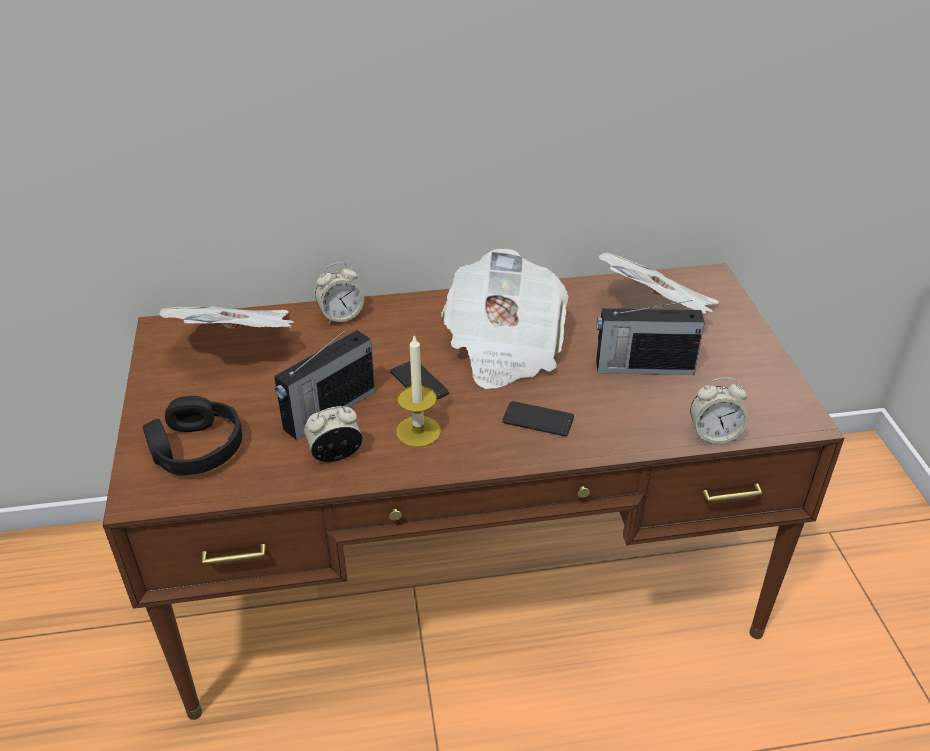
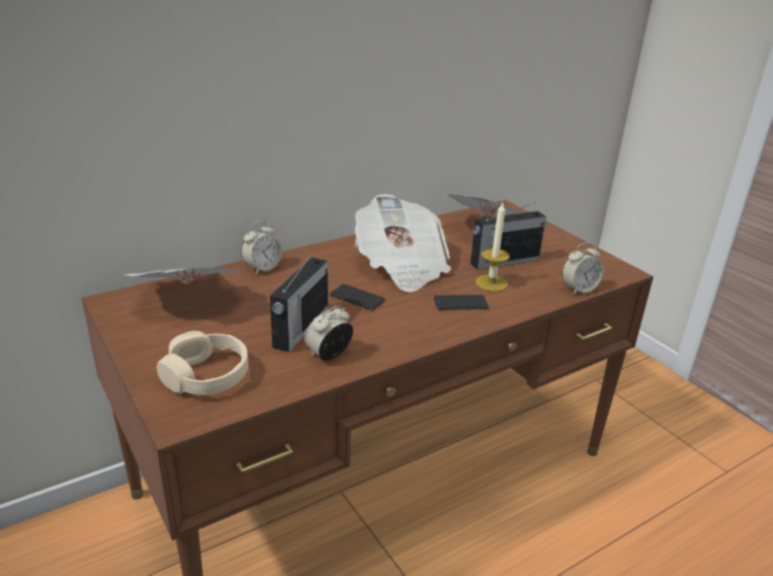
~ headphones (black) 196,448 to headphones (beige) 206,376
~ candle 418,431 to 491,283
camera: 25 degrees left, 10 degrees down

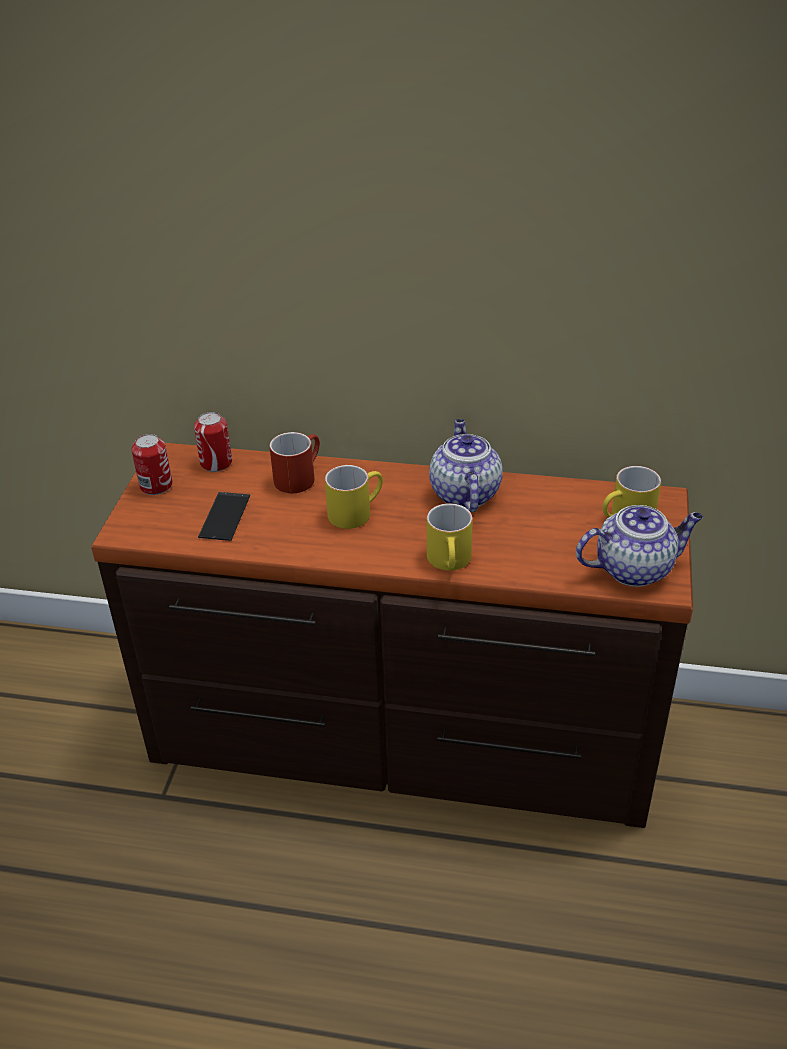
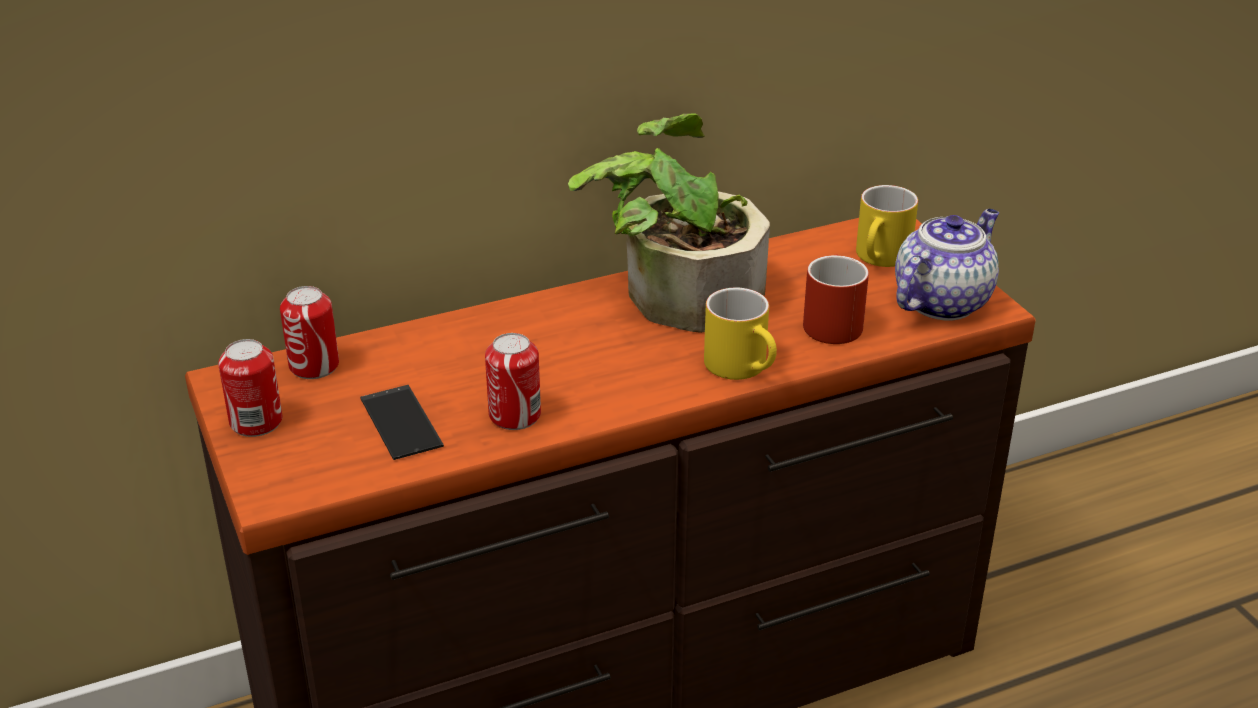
~ mug (red) 299,476 to 830,321
- mug (yellow) 355,511
~ teapot 464,493 to potted plant 676,292
+ can 515,415
camera: 35 degrees left, 5 degrees down

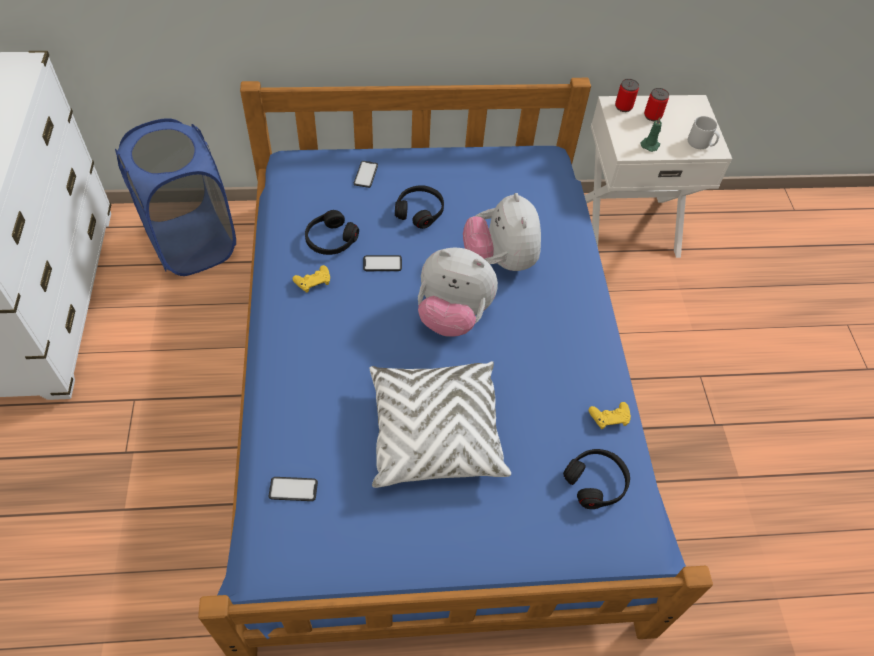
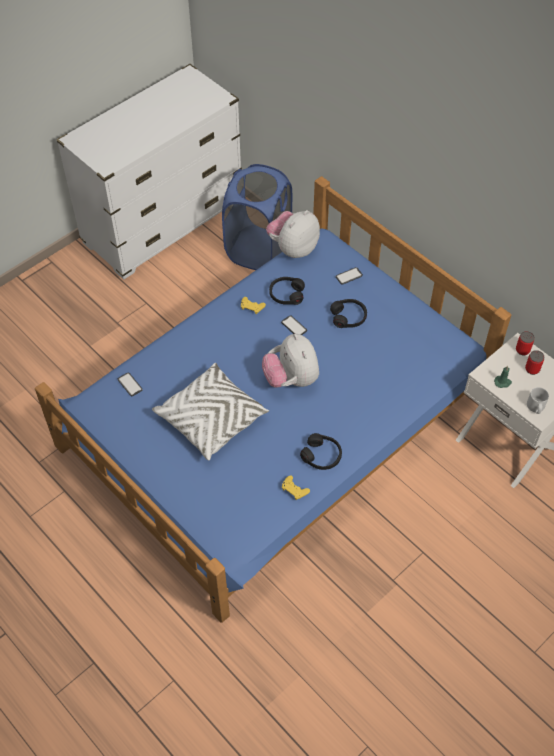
~ plush toy 500,260 to 293,248
~ headphones (black) 596,482 to 321,455
camera: 55 degrees right, 0 degrees up

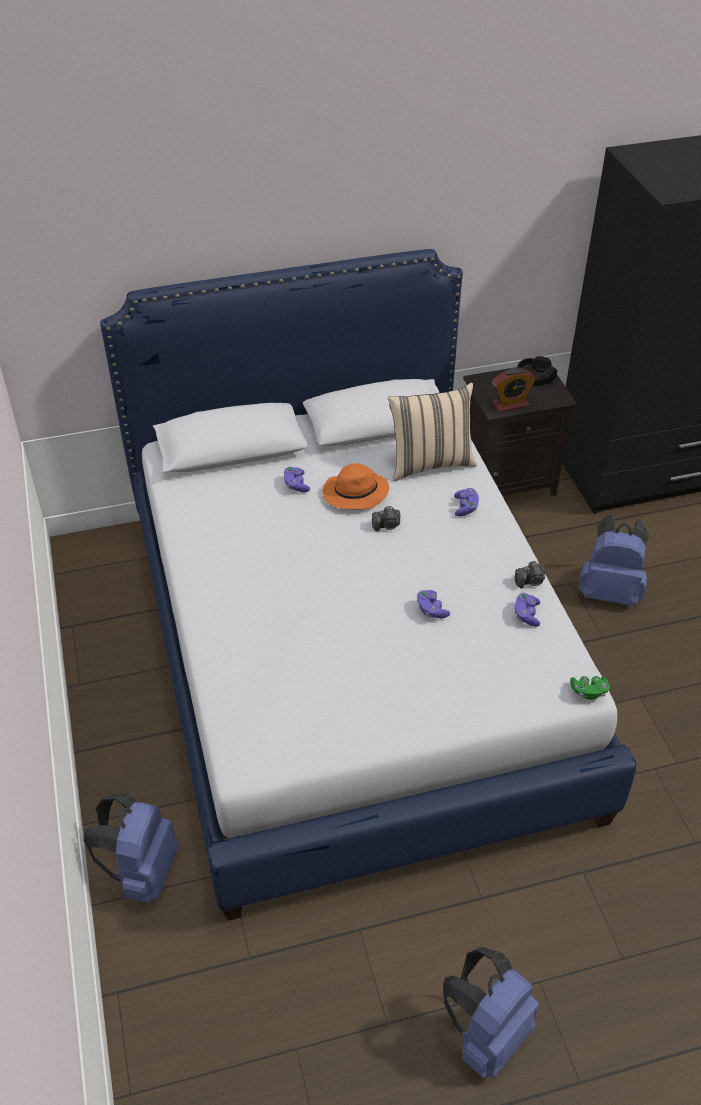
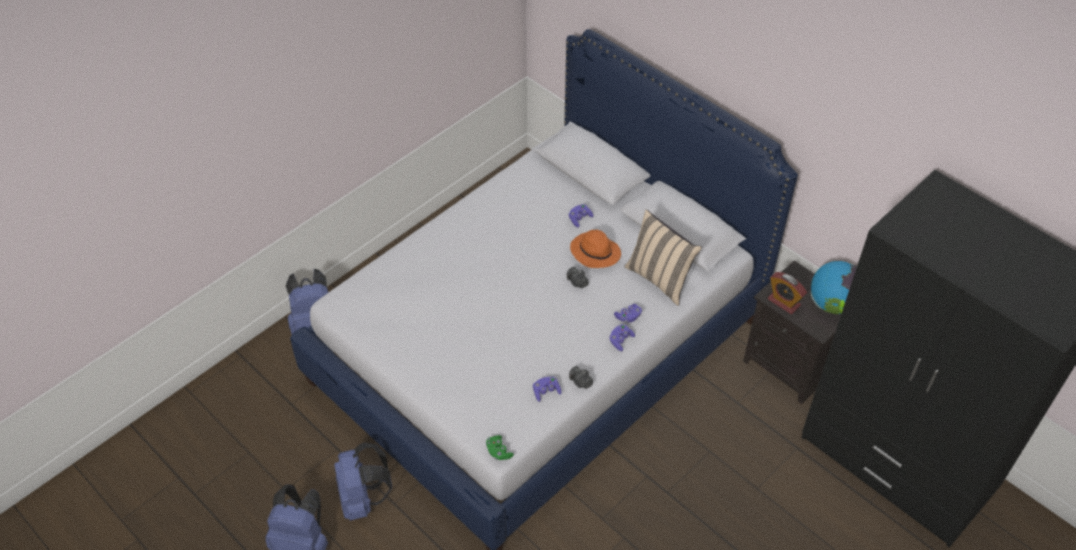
~ game controller (purple) 431,610 to 620,340
~ headphones (black) 535,377 to globe 832,304
~ backpack (blue) 609,591 to 363,499
camera: 60 degrees right, 5 degrees up

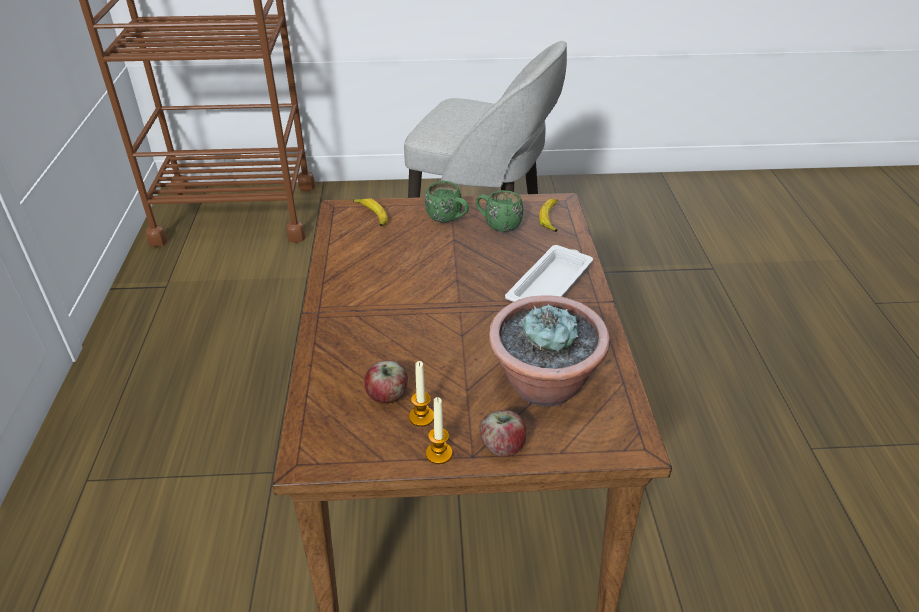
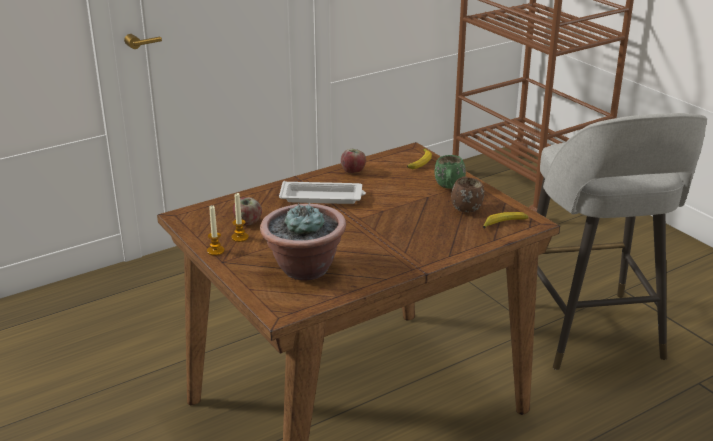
~ mug (green) 497,226 to mug (brown) 465,207
~ apple 502,446 to 353,171
~ tray (white) 550,284 to 323,197
camera: 60 degrees right, 10 degrees down

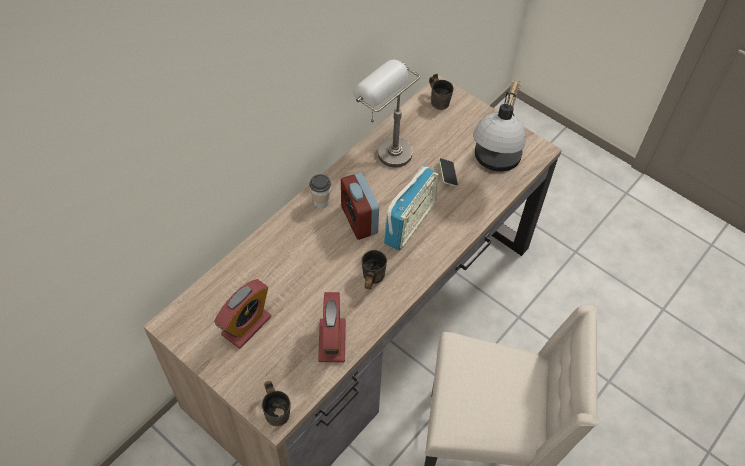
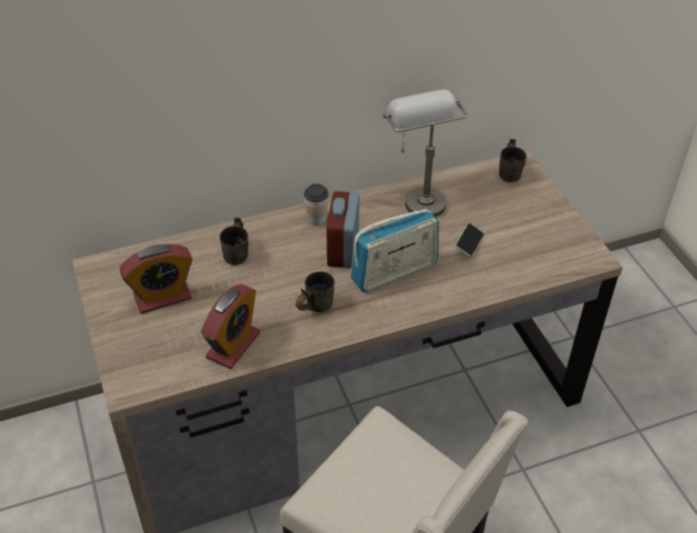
~ mug (grey) 278,409 to 240,254
- table lamp 495,163
camera: 30 degrees right, 10 degrees down

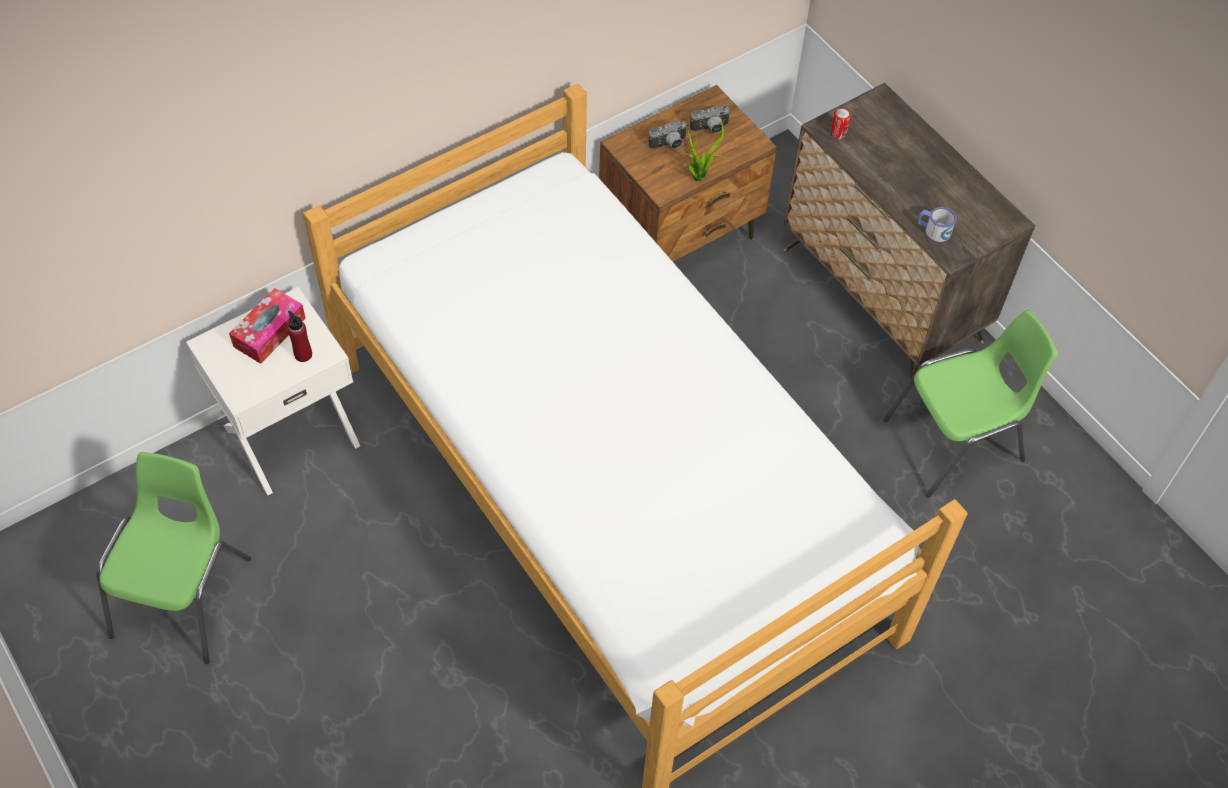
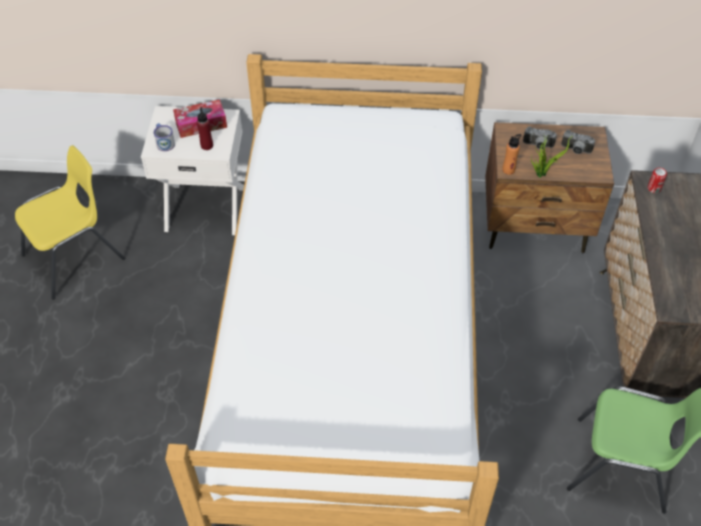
~ chair (green) 185,596 to chair (yellow) 76,257
~ mug 933,231 to 164,142
+ bottle (orange) 508,170
camera: 40 degrees right, 5 degrees down

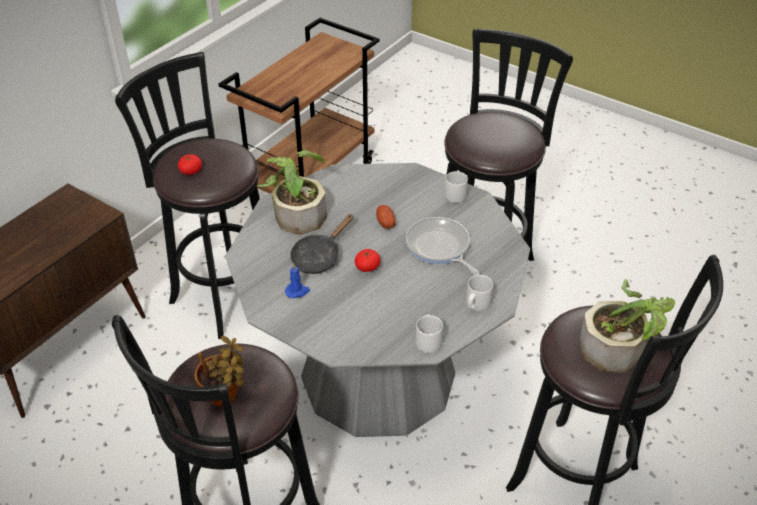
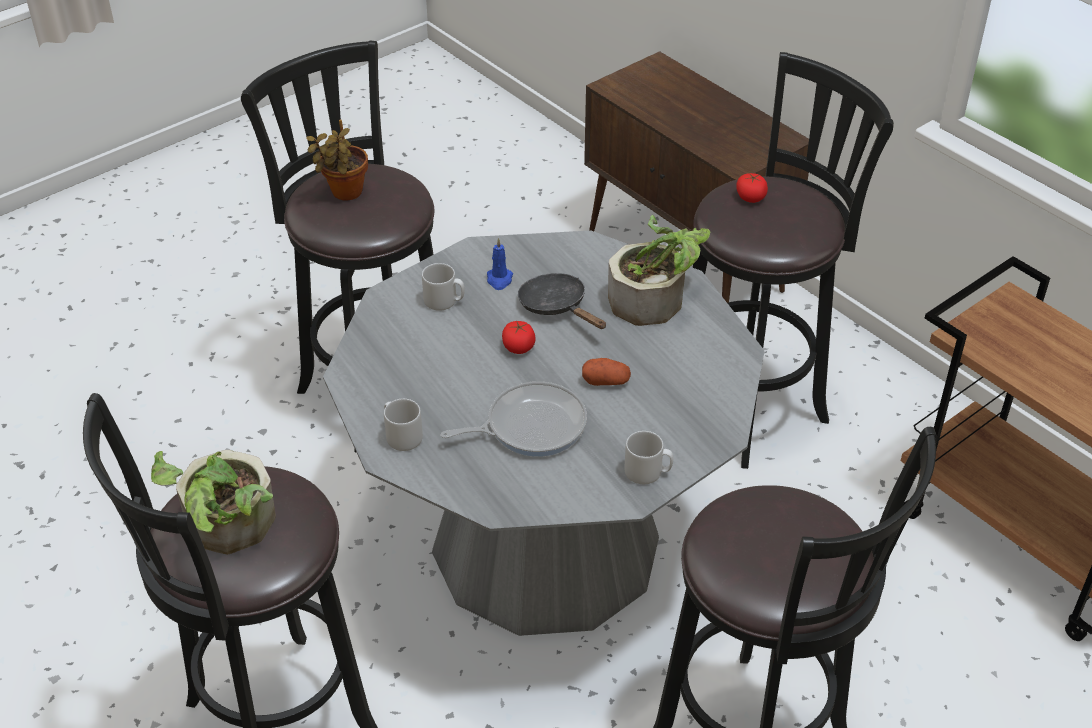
~ mug (grey) 428,341 to 444,301
camera: 105 degrees right, 0 degrees up

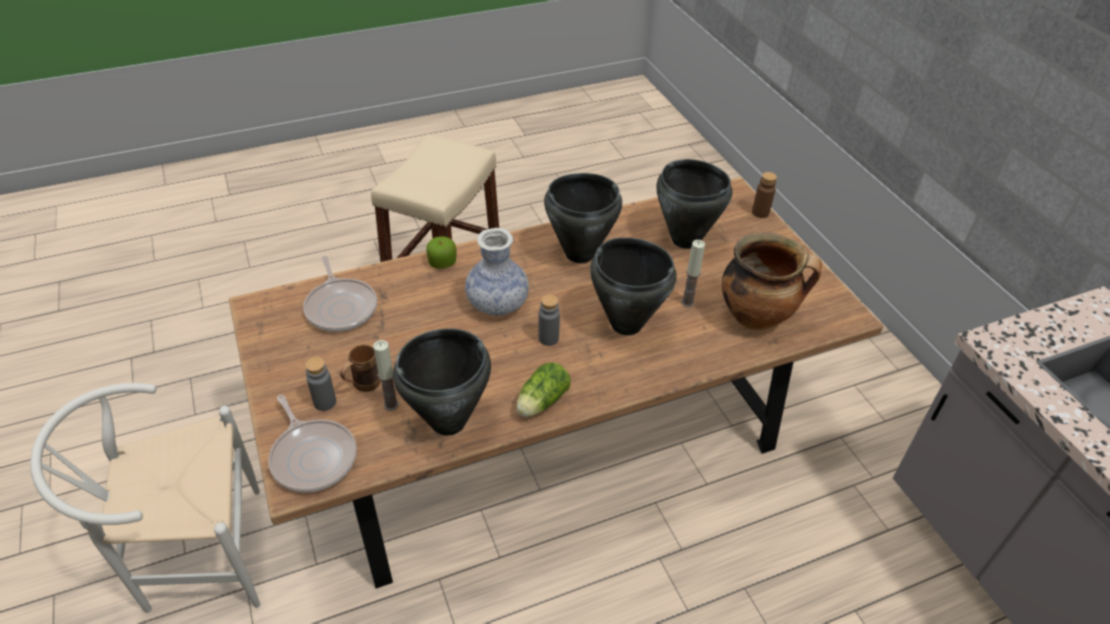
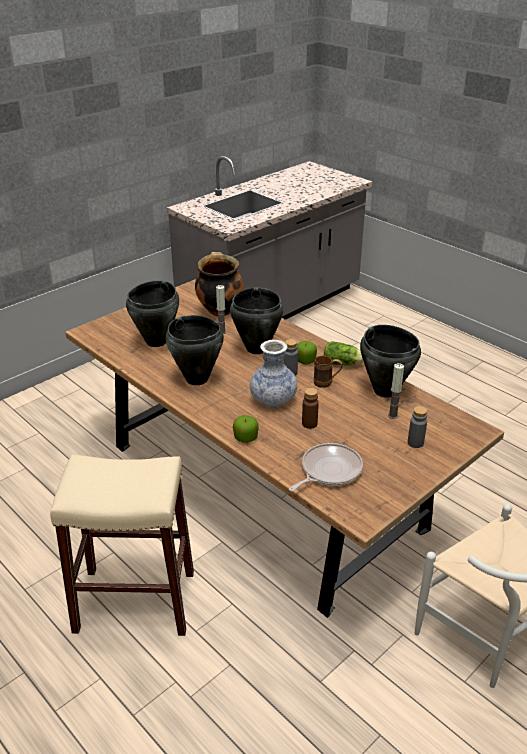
- frying pan 313,456
~ mug (brown) 362,386 to 327,383
~ bottle (brown) 760,212 to 309,424
+ apple 305,361
camera: 110 degrees left, 10 degrees down

